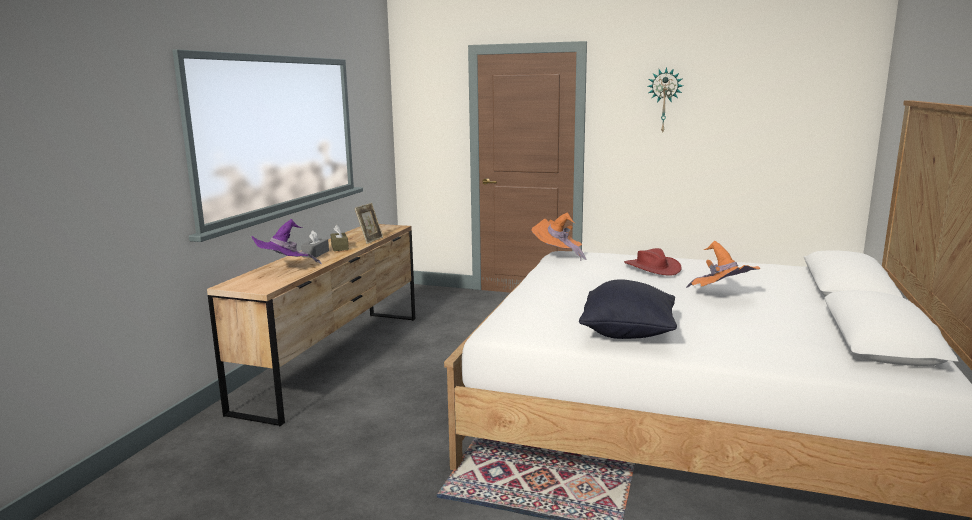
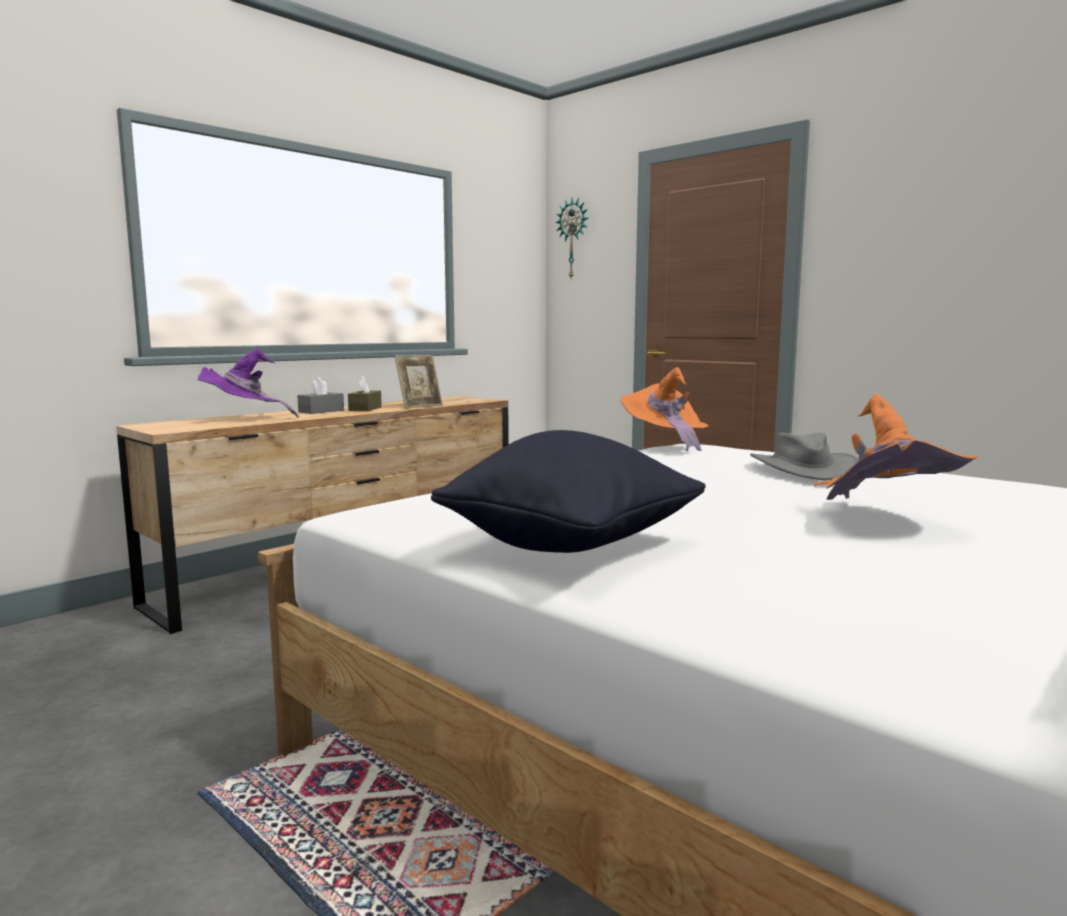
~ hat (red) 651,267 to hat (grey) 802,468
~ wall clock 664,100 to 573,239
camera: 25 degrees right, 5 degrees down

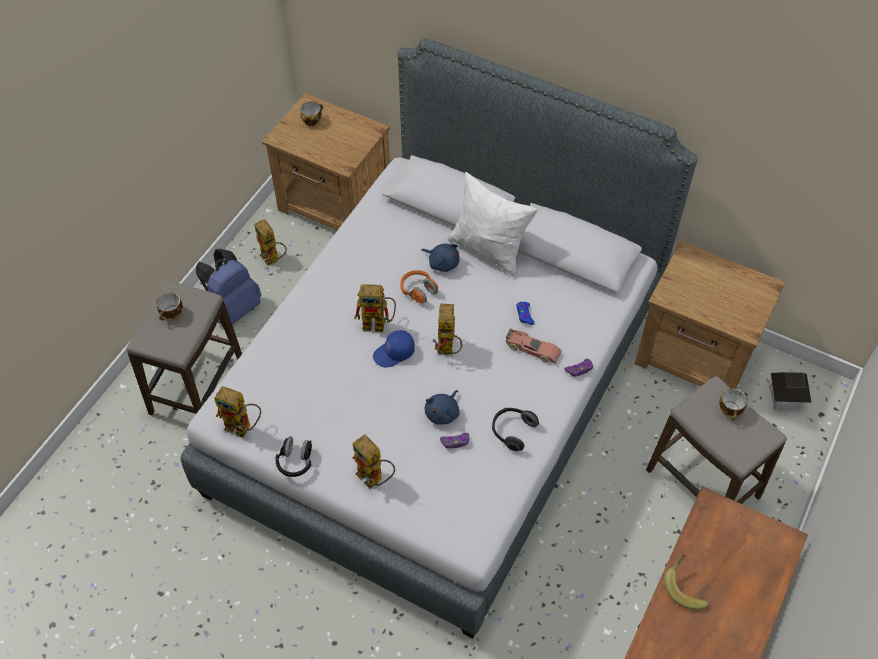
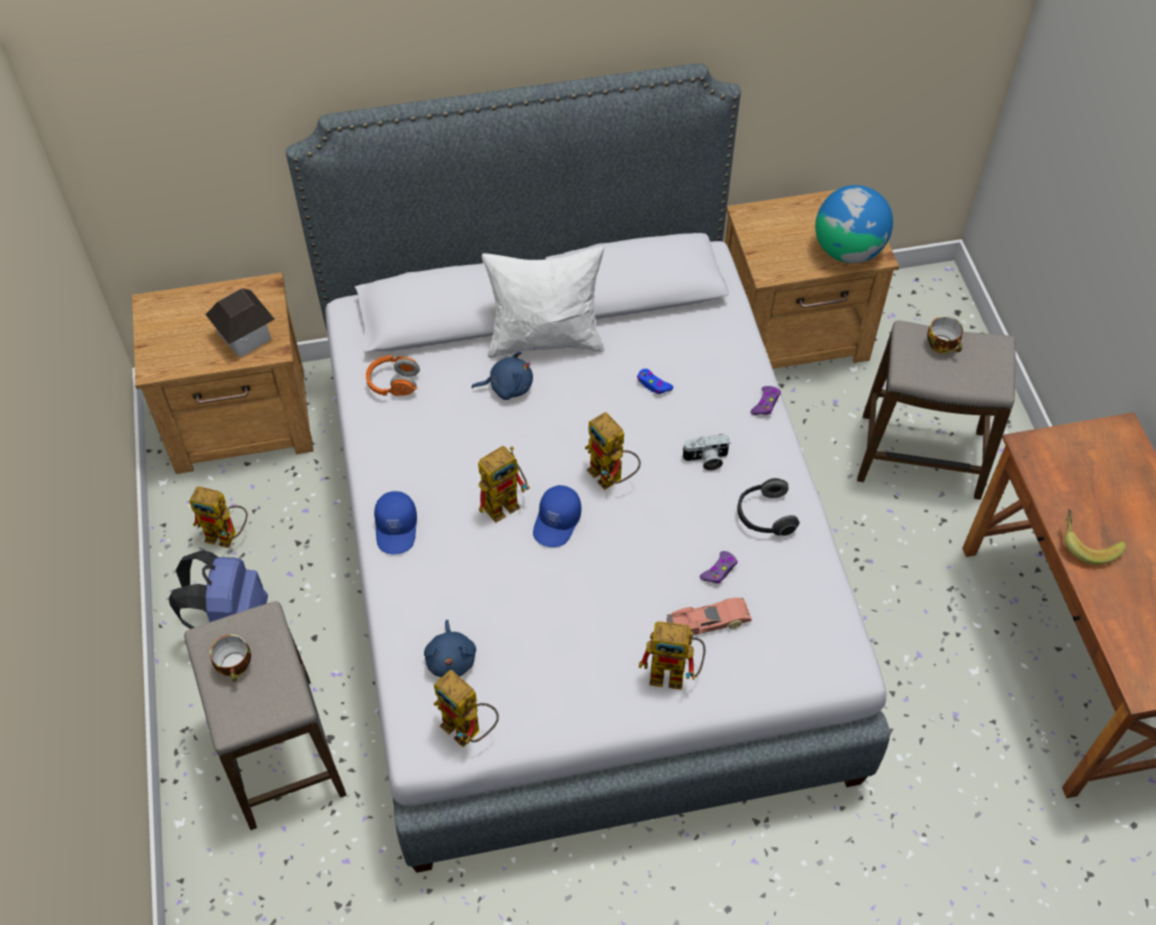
~ toy robot 243,427 = 469,731 60 degrees clockwise
- headphones (black) 295,461
- cup 312,120
~ headphones (orange) 418,291 to 394,384
~ plush toy (blue) 443,413 to 451,659
~ toy car 532,349 to 707,622
~ toy house 785,398 to 245,336
+ cap (blue) 397,528
+ photo camera 706,460
+ globe 848,250
camera: 40 degrees left, 0 degrees up

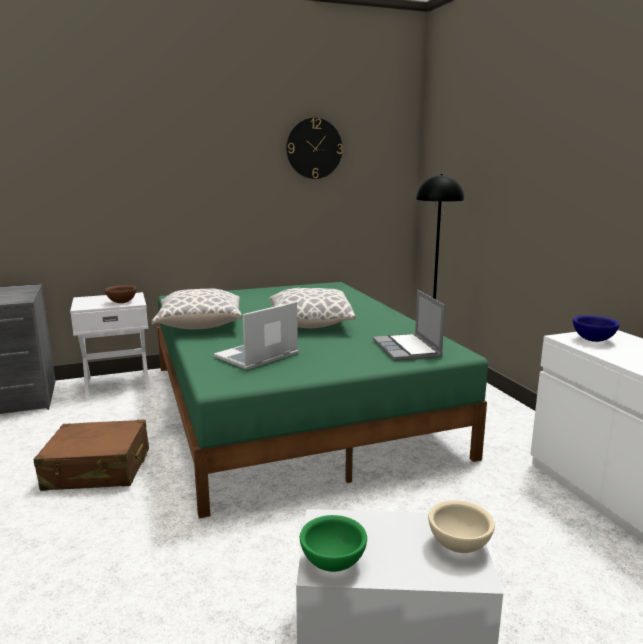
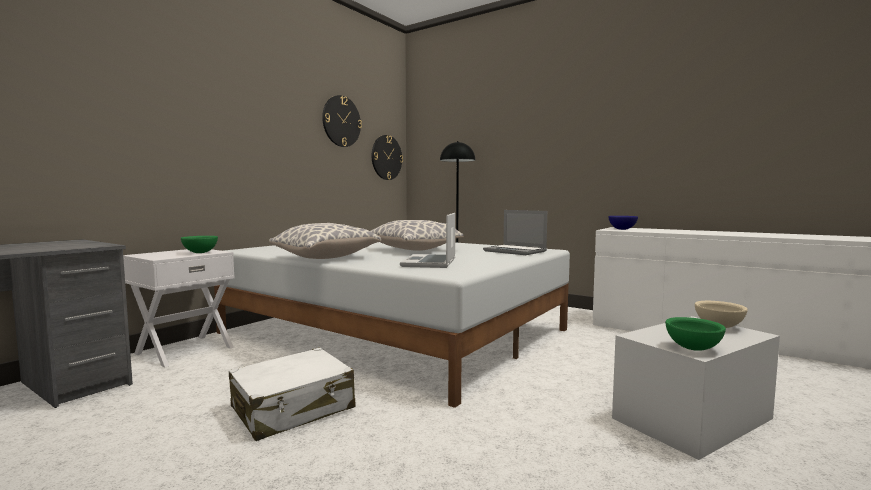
~ suitcase (brown) 98,470 to suitcase (white) 293,408
~ bowl (brown) 122,302 to bowl (green) 200,252
~ bed (green) 293,406 to bed (white) 394,331
+ wall clock 386,157
camera: 35 degrees left, 10 degrees down

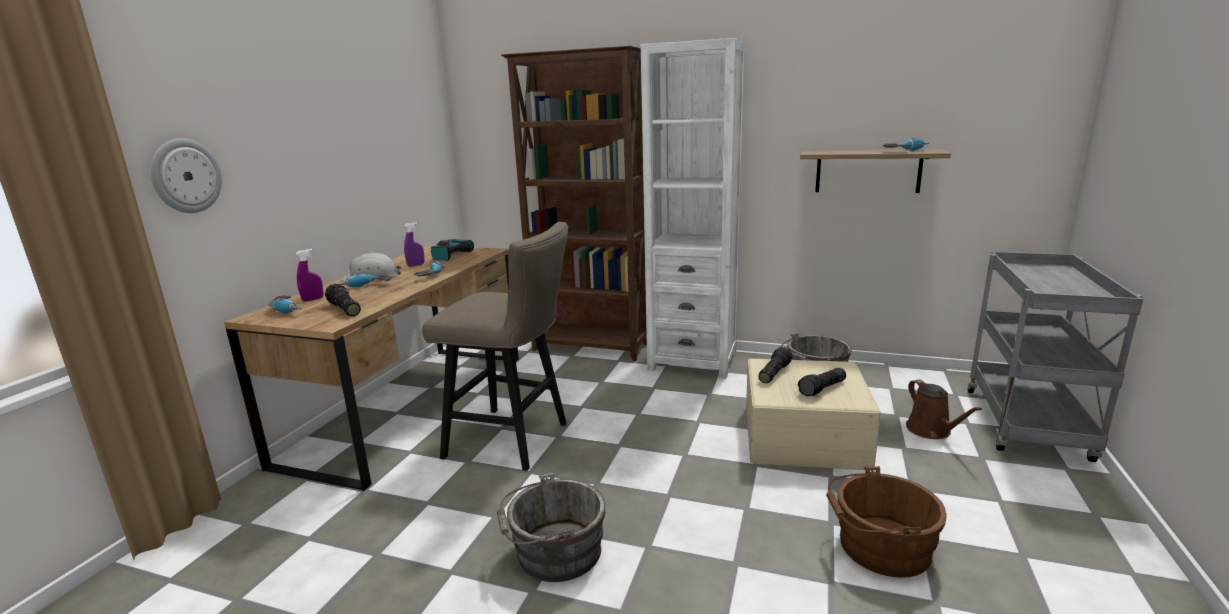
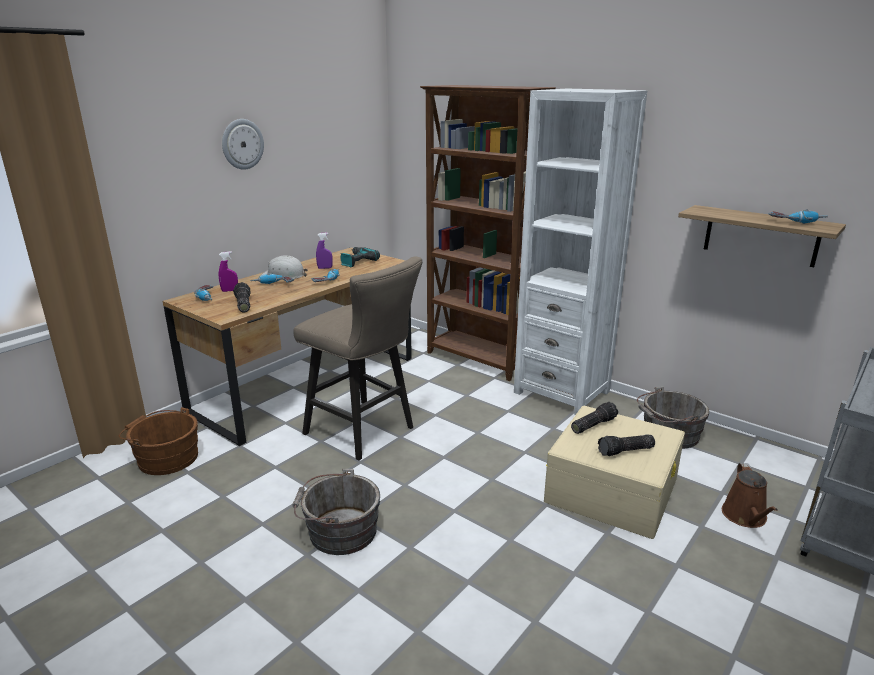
~ wall clock 186,176 to 242,144
~ bucket (brown) 878,547 to 165,458
camera: 20 degrees right, 5 degrees up

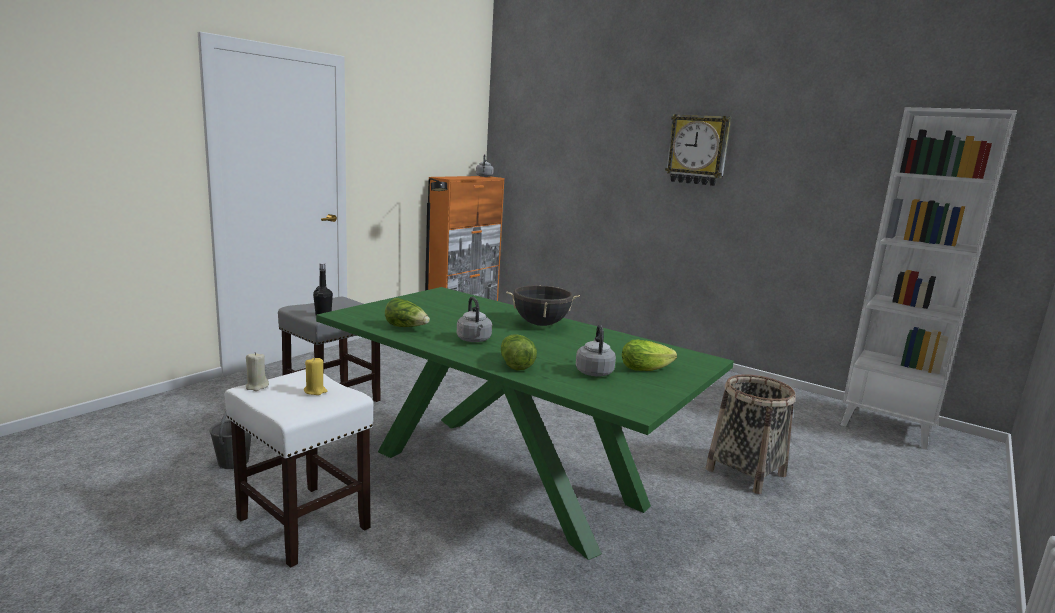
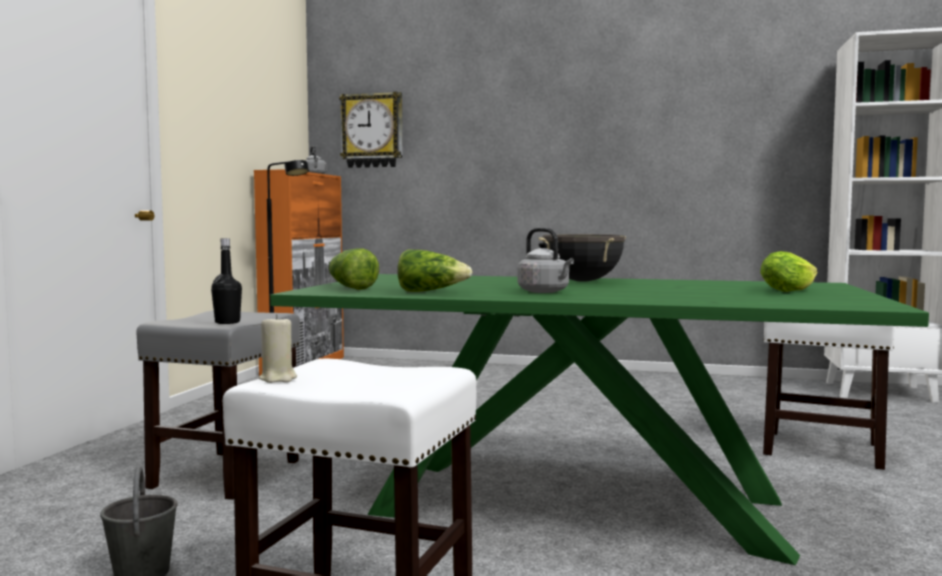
- candle (yellow) 315,391
~ lettuce 515,364 to 350,288
- kettle (grey) 594,372
~ wall clock 698,150 to 372,131
~ basket 745,472 to stool (white) 820,449
camera: 20 degrees left, 10 degrees down

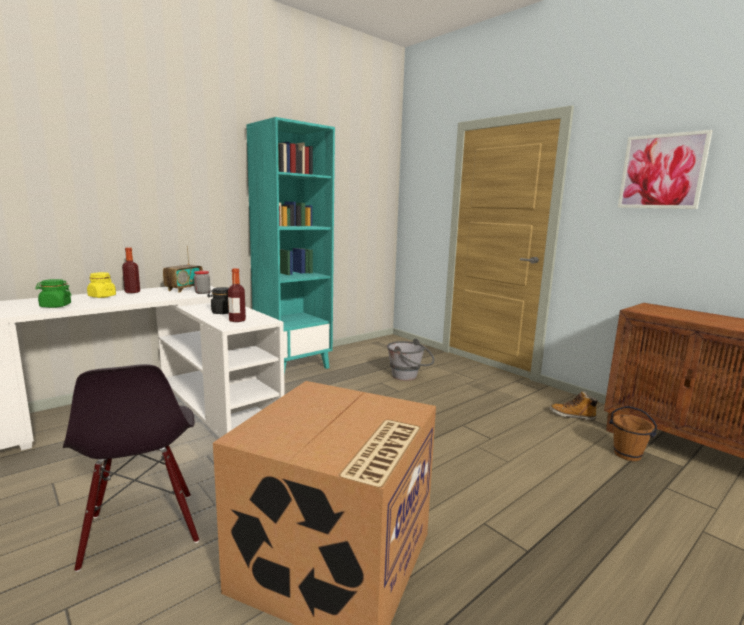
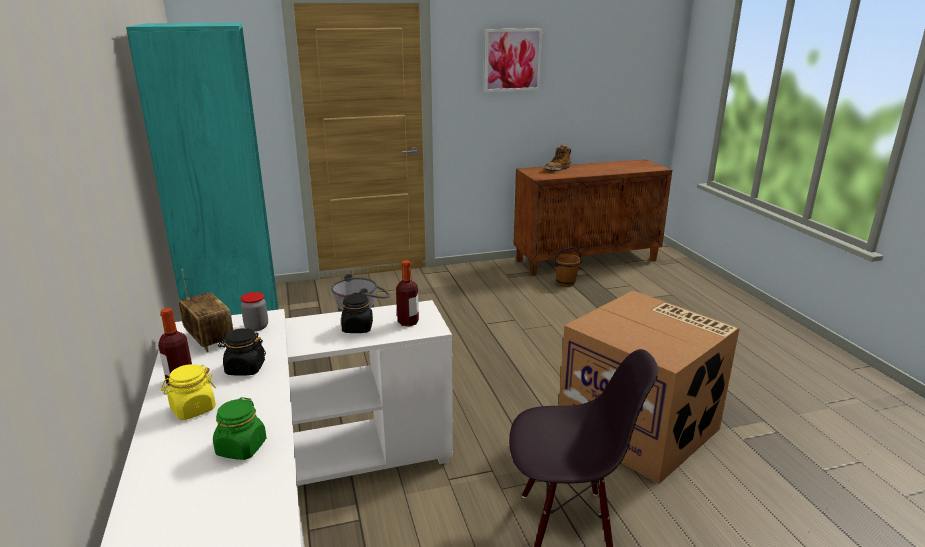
~ boot 572,416 to 557,169
+ jar (black) 245,368
camera: 65 degrees left, 10 degrees up

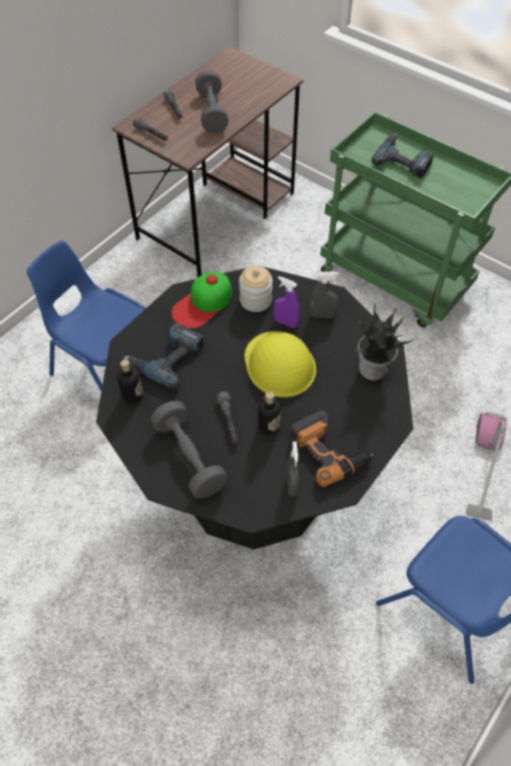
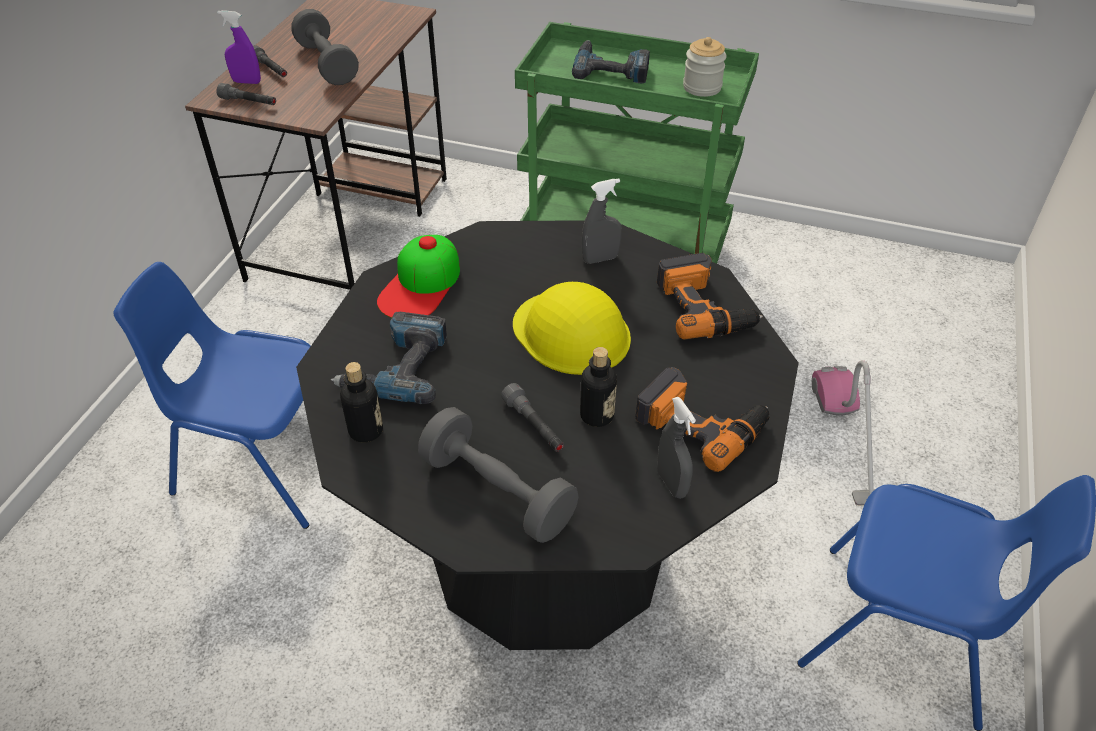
~ jar 255,300 to 702,87
~ spray bottle (purple) 286,322 to 247,82
~ potted plant 373,370 to power drill 705,307
camera: 20 degrees left, 10 degrees down

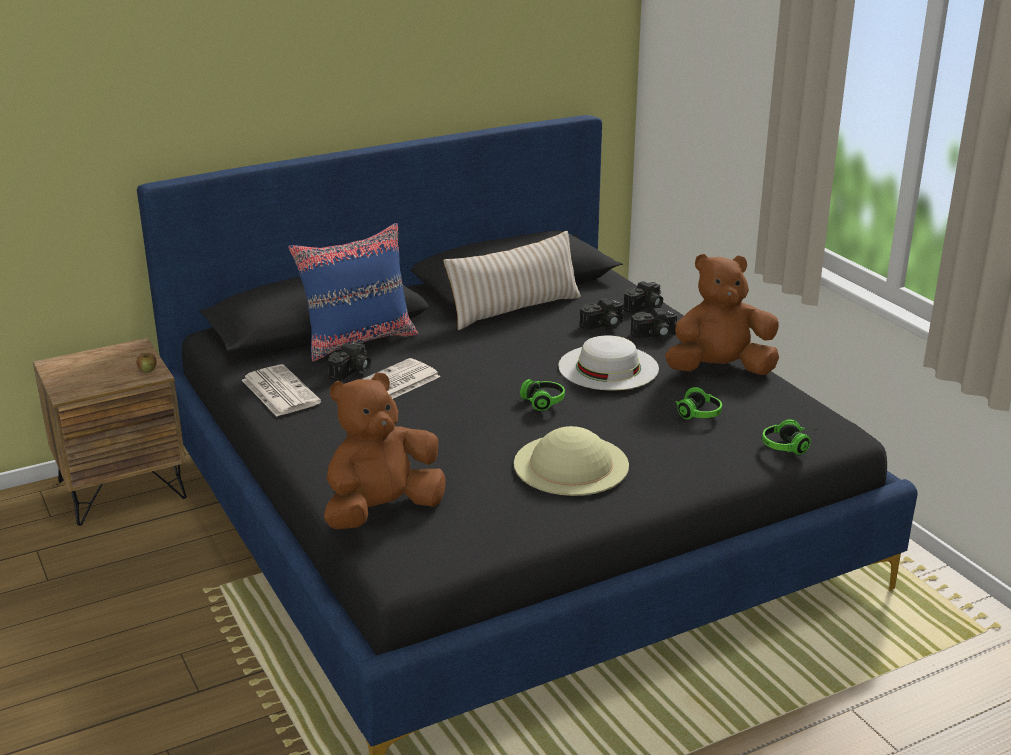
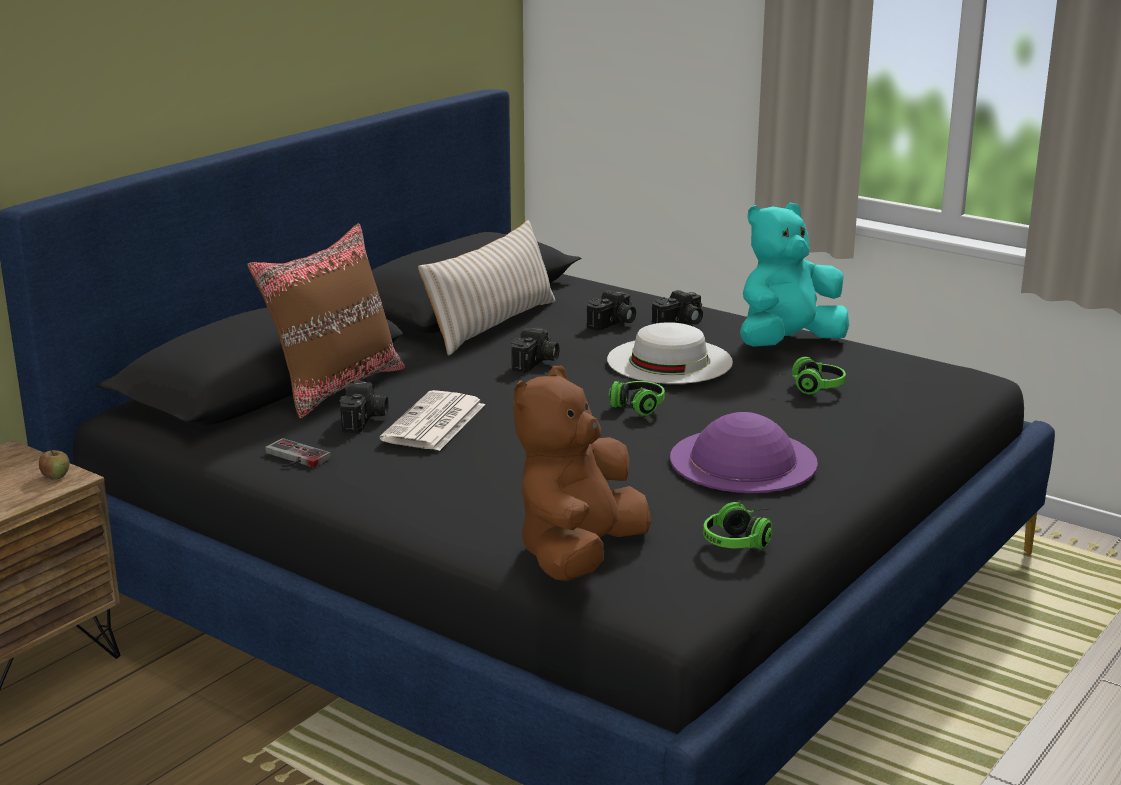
~ newspaper 279,391 to game controller 292,458
~ pillow (blue) 358,340 to pillow (brown) 335,387
~ hat (beige) 571,464 to hat (purple) 743,460
~ photo camera 645,307 to 536,363
~ plush toy (brown) 719,370 to plush toy (turquoise) 787,344
~ headphones 790,446 to 743,540
camera: 25 degrees left, 5 degrees down

